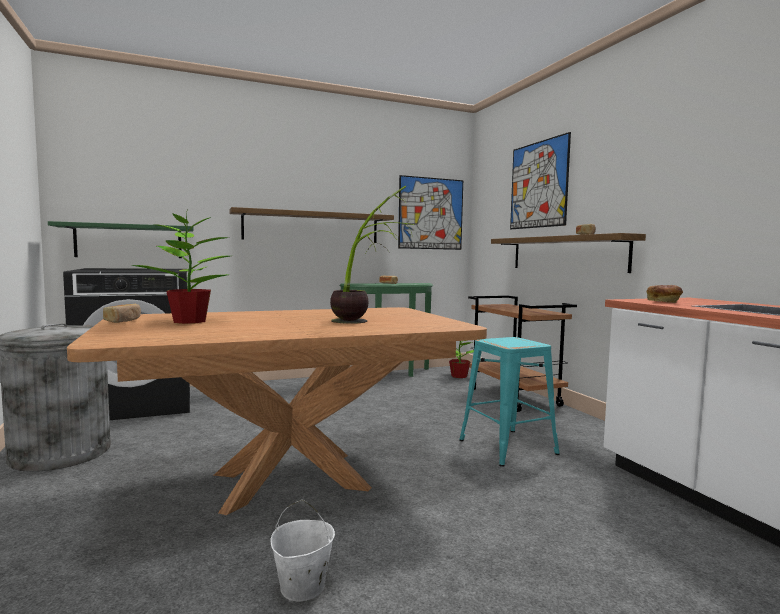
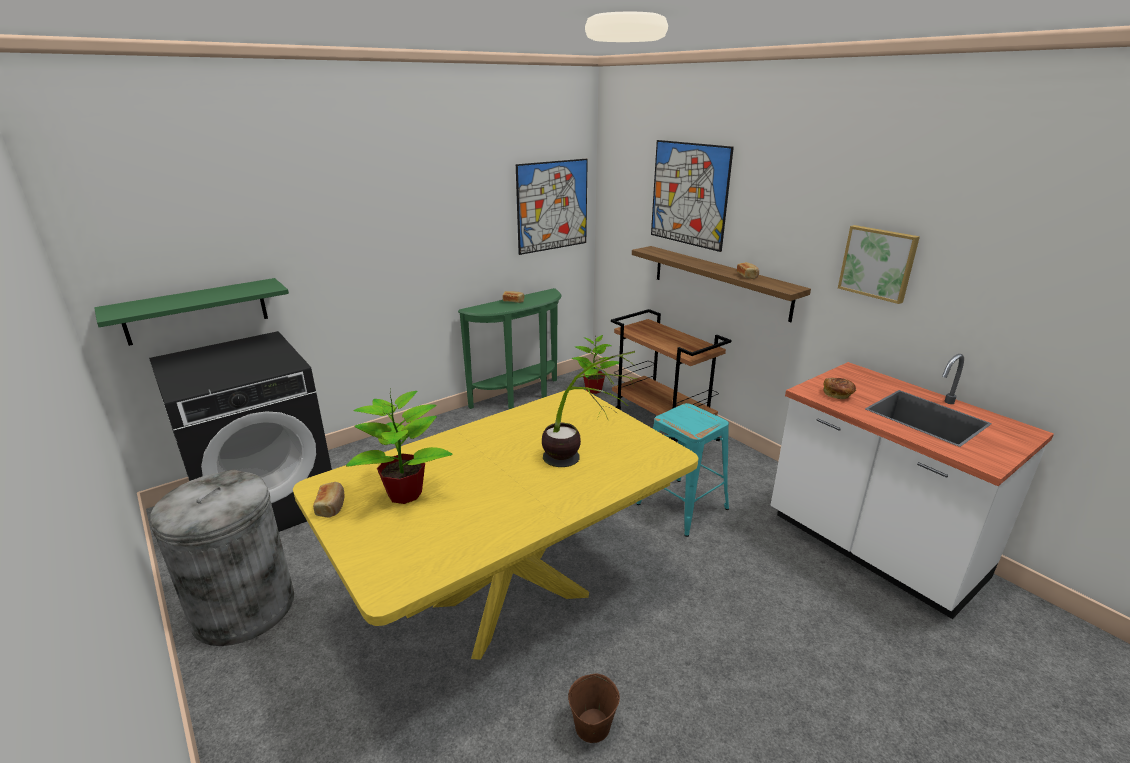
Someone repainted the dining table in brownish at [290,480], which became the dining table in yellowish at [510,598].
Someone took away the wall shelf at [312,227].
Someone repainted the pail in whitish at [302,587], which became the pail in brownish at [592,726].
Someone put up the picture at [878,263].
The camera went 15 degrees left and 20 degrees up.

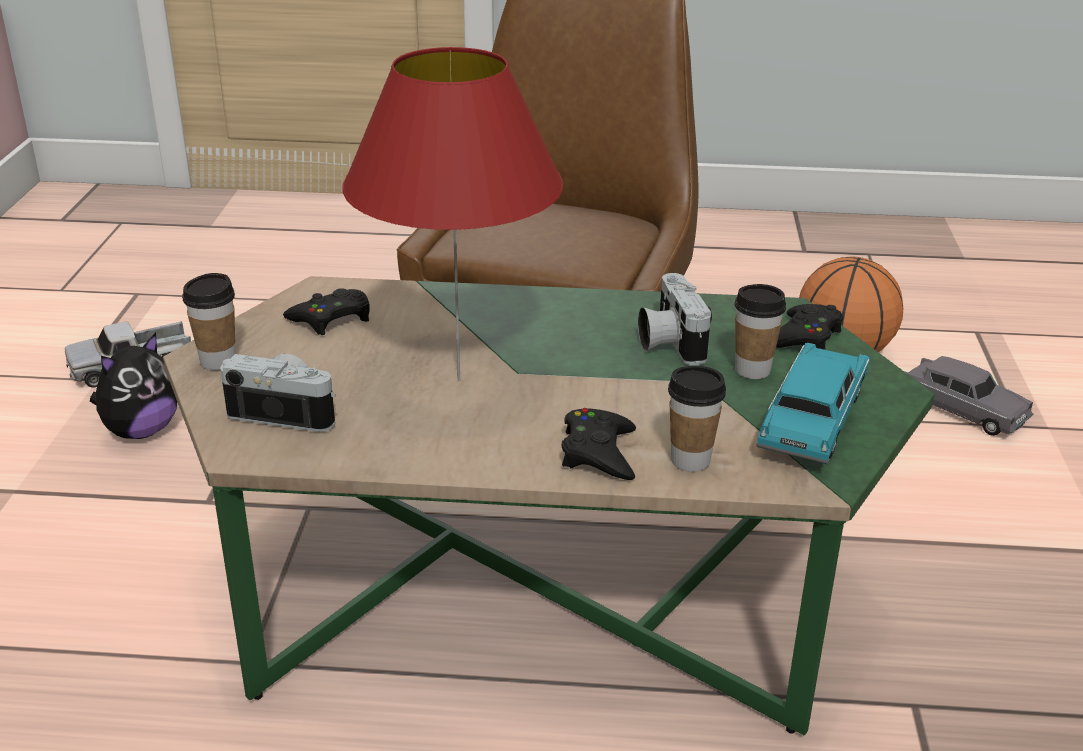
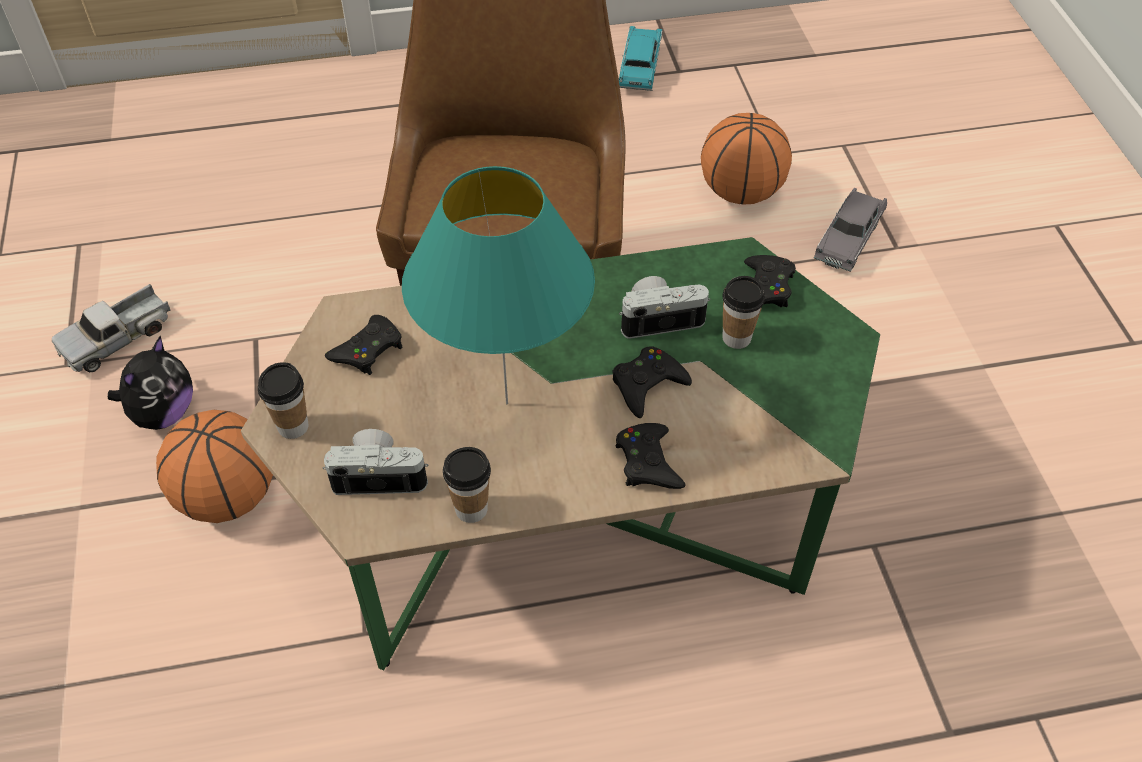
Someone repainted the table lamp in reddish at [457,380], which became the table lamp in turquoise at [506,403].
Someone rotated the still camera at [668,342] by 105 degrees clockwise.
Someone carried the cup from [690,460] to [471,509].
Someone carried the toy car in turquoise from [812,423] to [640,69].
Someone rotated the toy car in gray at [961,410] by 90 degrees clockwise.
Someone put down the basketball ball at [228,497].
Someone put down the gamepad in blackish at [647,385].
The camera went 15 degrees left and 20 degrees up.

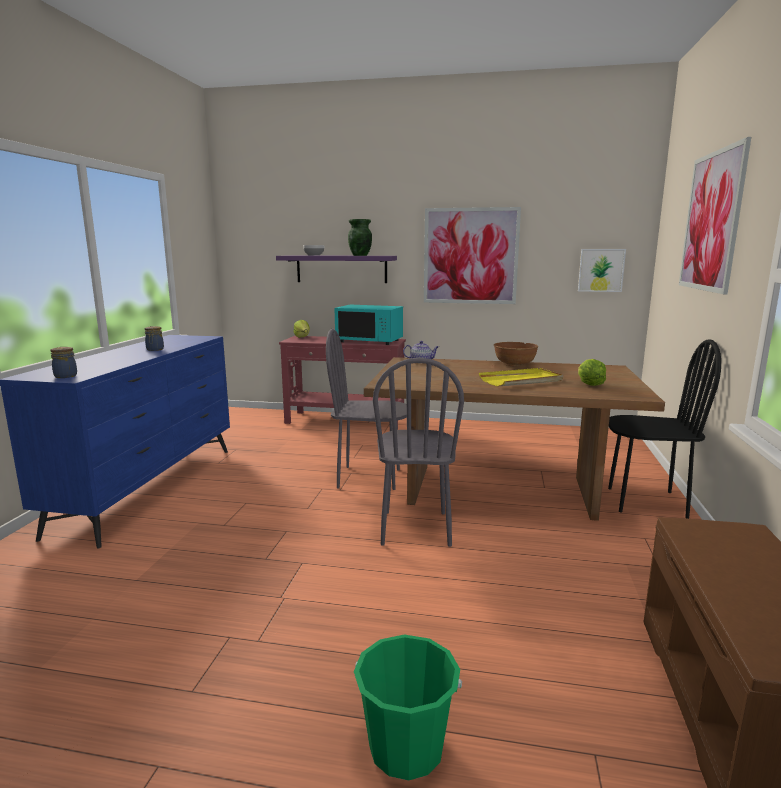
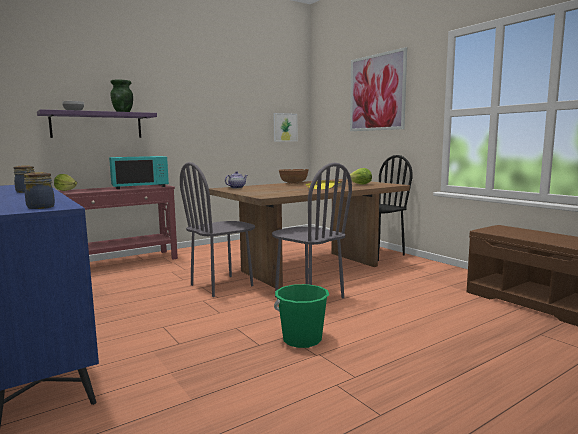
Someone carried the pail in green-coloured from [406,748] to [302,339].
Someone took away the picture at [470,256].
The camera went 45 degrees left and 5 degrees down.

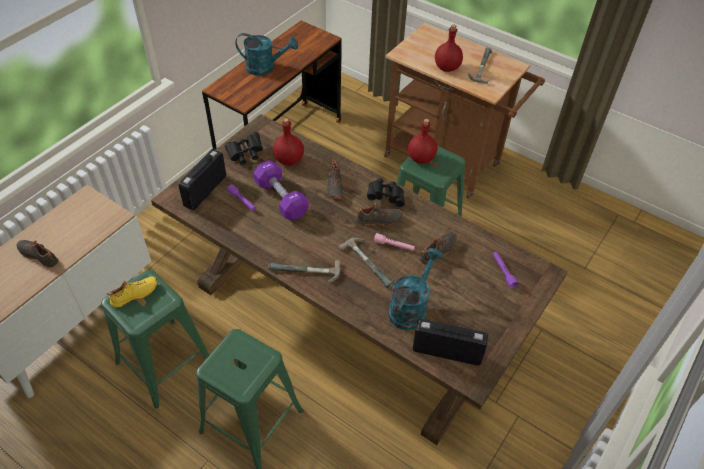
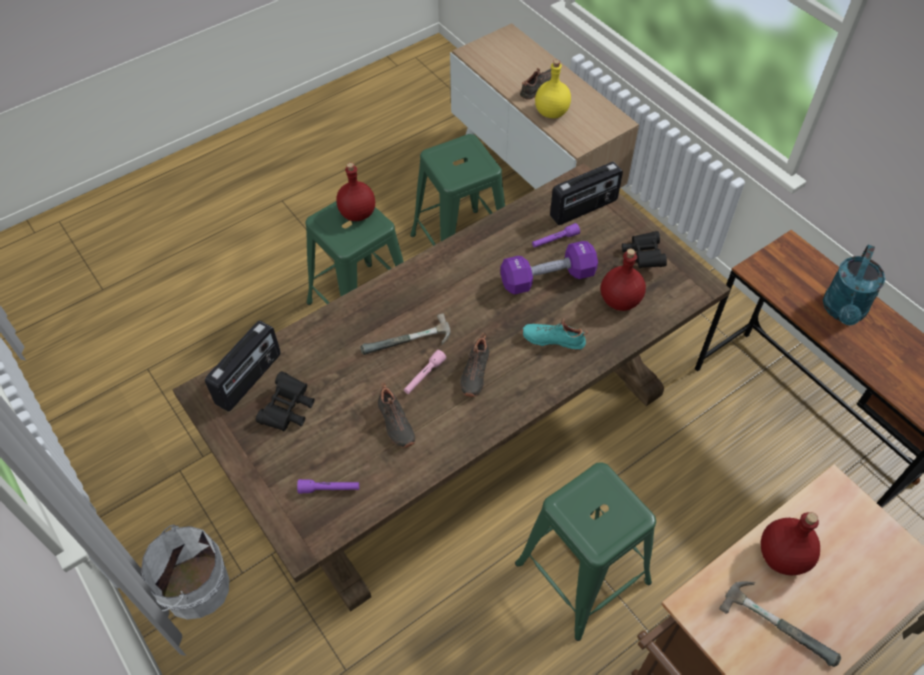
Someone took away the shoe in yellowish at [135,295].
Someone rotated the radio set at [205,191] by 105 degrees clockwise.
Someone took away the tool hammer at [304,273].
Someone repainted the shoe in blackish at [334,186], which became the shoe in turquoise at [553,339].
Someone carried the binoculars in blackish from [385,197] to [288,410].
Someone took away the watering pot in turquoise at [410,307].
Someone carried the bottle in reddish from [421,159] to [357,213].
Someone put down the pail in whitish at [193,587].
Someone put down the bottle in yellowish at [551,113].
The camera went 110 degrees right and 5 degrees up.

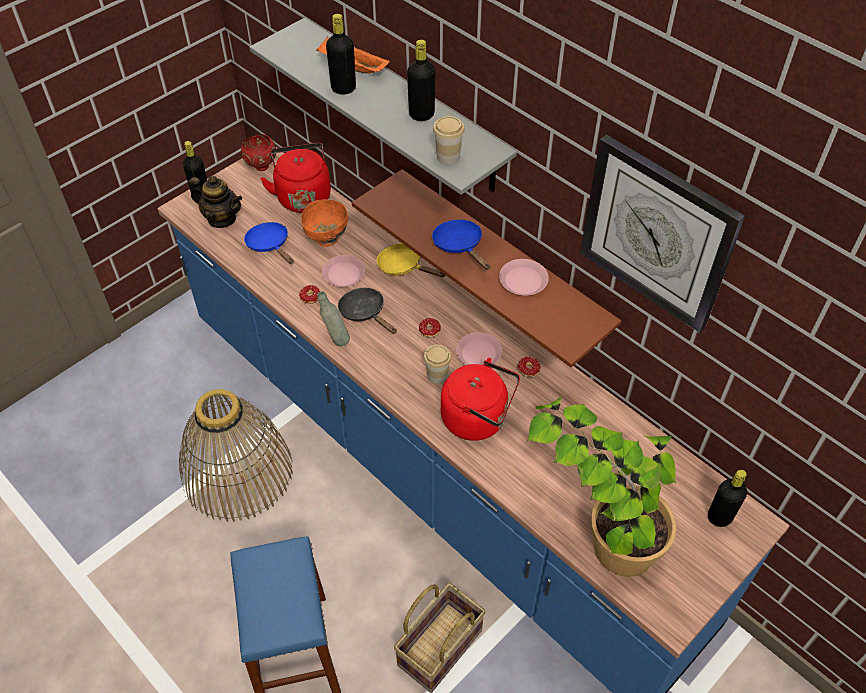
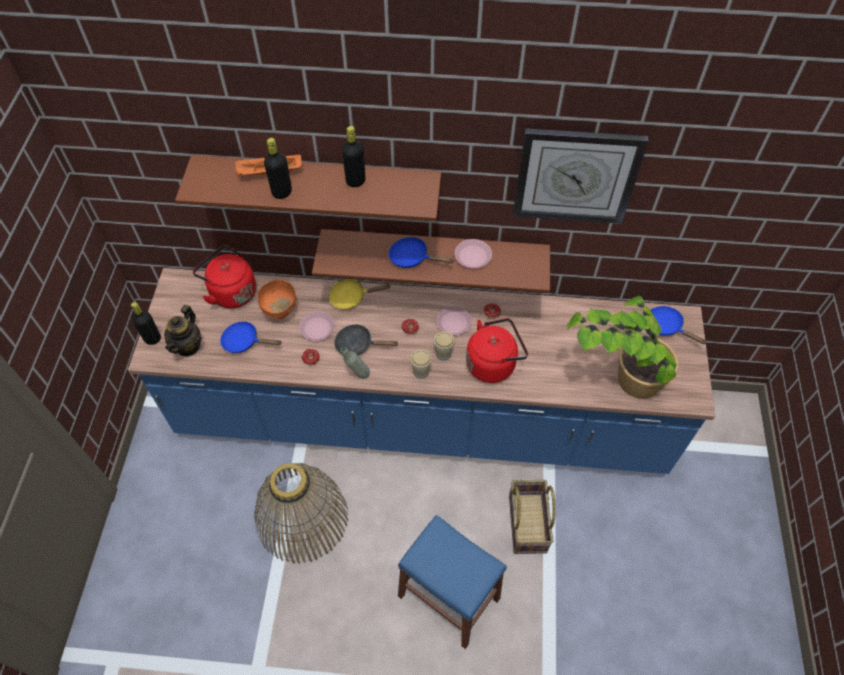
Someone rotated the teapot at [222,219] by 120 degrees clockwise.
Someone took away the deep dish in reddish at [261,167].
Someone repainted the wall shelf in gray at [404,106], which became the wall shelf in brownish at [318,181].
Someone carried the cup from [448,156] to [421,372].
Someone swapped the bottle in blackish at [719,517] for the frying pan in bluish at [666,327].
The camera went 40 degrees left and 5 degrees up.

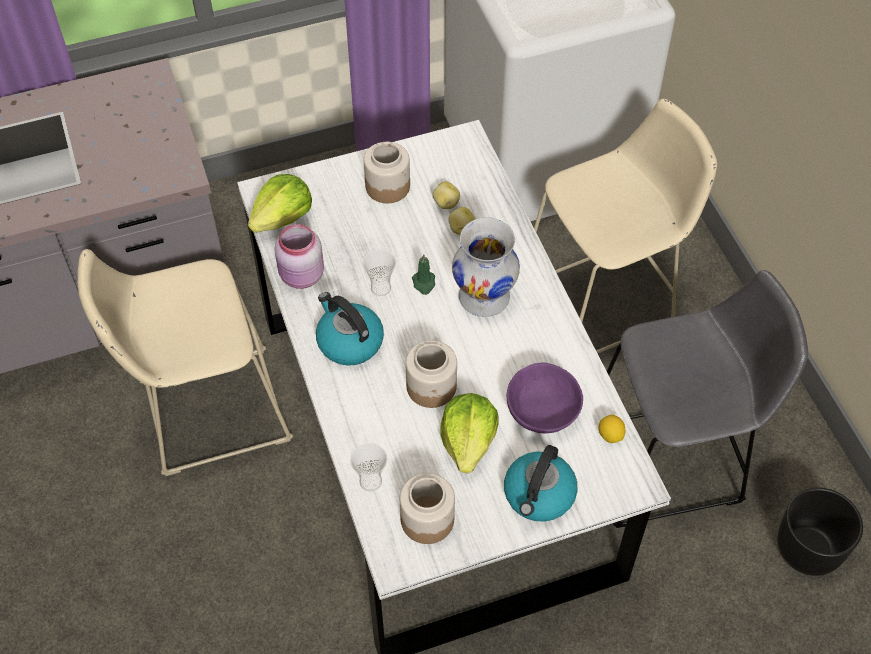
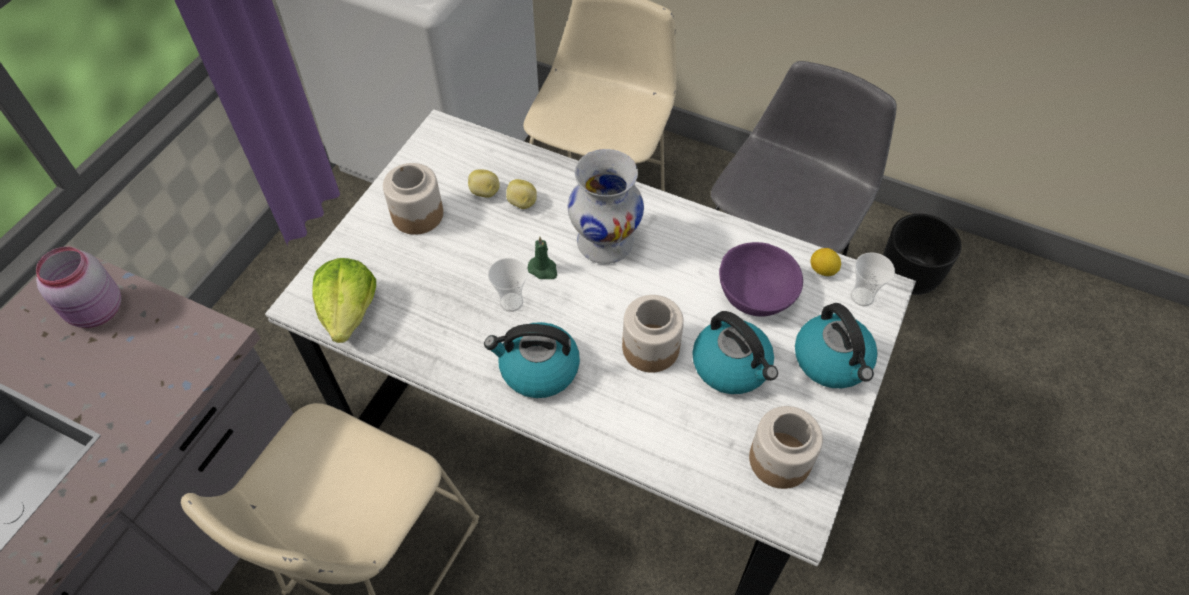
Someone carried the storage jar in pinkish from [301,276] to [97,311].
Someone carried the cup from [370,481] to [862,296].
Someone swapped the lettuce head at [468,441] for the tea kettle at [732,366].
The camera went 45 degrees left and 0 degrees up.

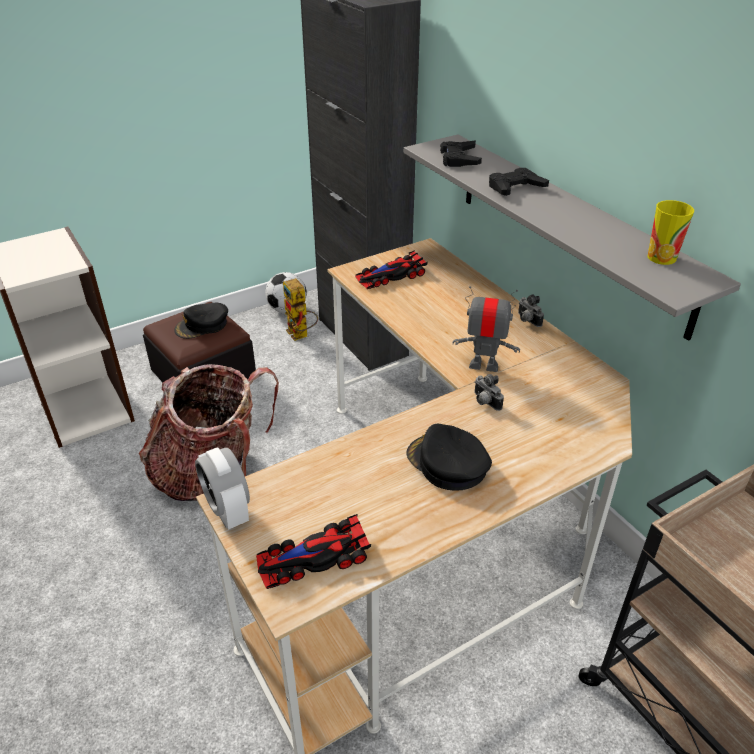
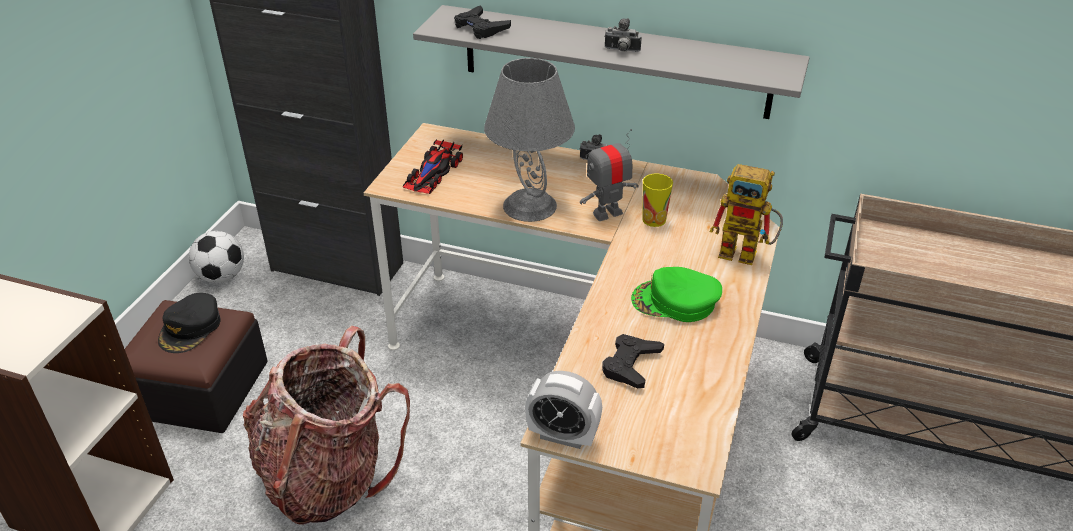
Someone took away the toy car at [313,558].
Someone carried the model robot from [301,335] to [747,253].
Someone repainted the baseball cap in blackish at [447,463], which became the baseball cap in green-coloured at [675,301].
Someone carried the still camera from [485,402] to [621,51].
Someone carried the gamepad in blackish from [515,187] to [631,365].
Someone carried the cup from [661,257] to [654,219].
Someone put down the table lamp in gray at [530,206].
The camera went 40 degrees left and 0 degrees up.

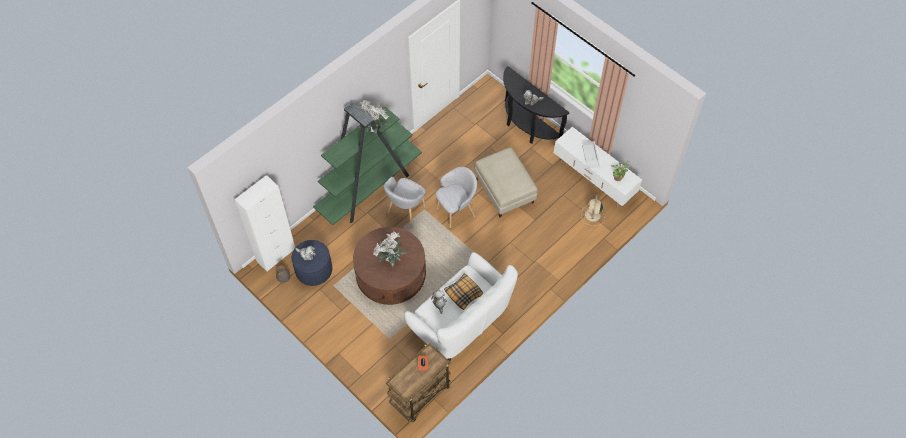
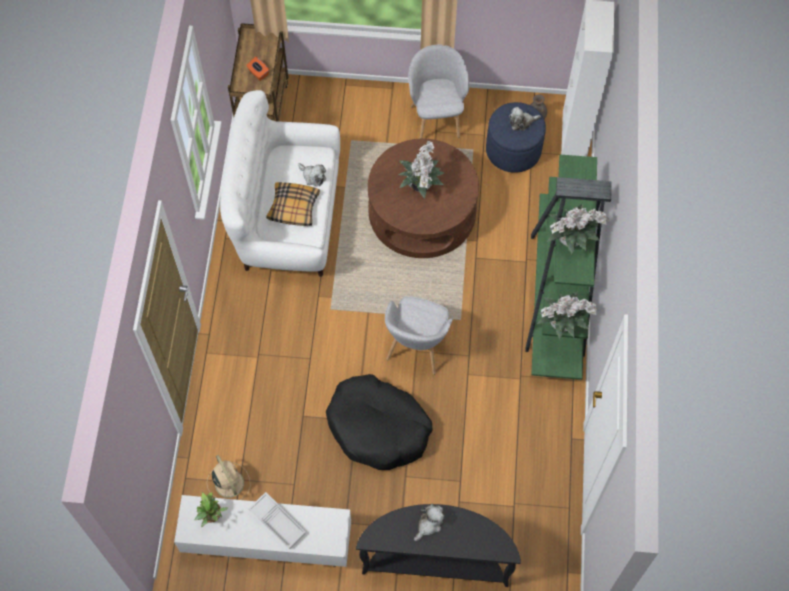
Someone carried the lounge chair in gray from [406,212] to [436,119].
Someone swapped the pouffe in beige-coloured at [505,191] for the pet bed in blackish at [378,427].
Someone put down the houseplant at [563,324].
The camera went 140 degrees right and 5 degrees up.

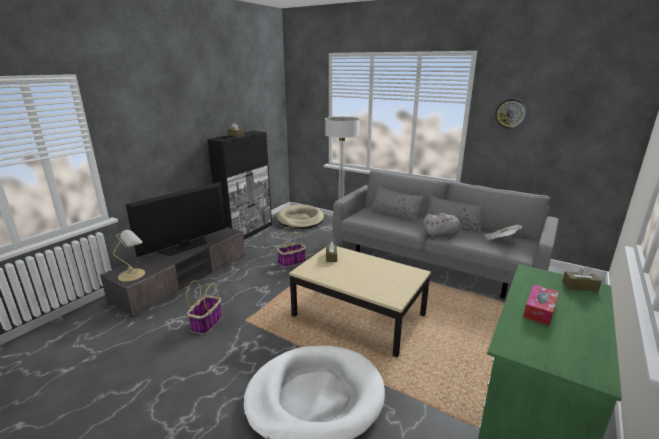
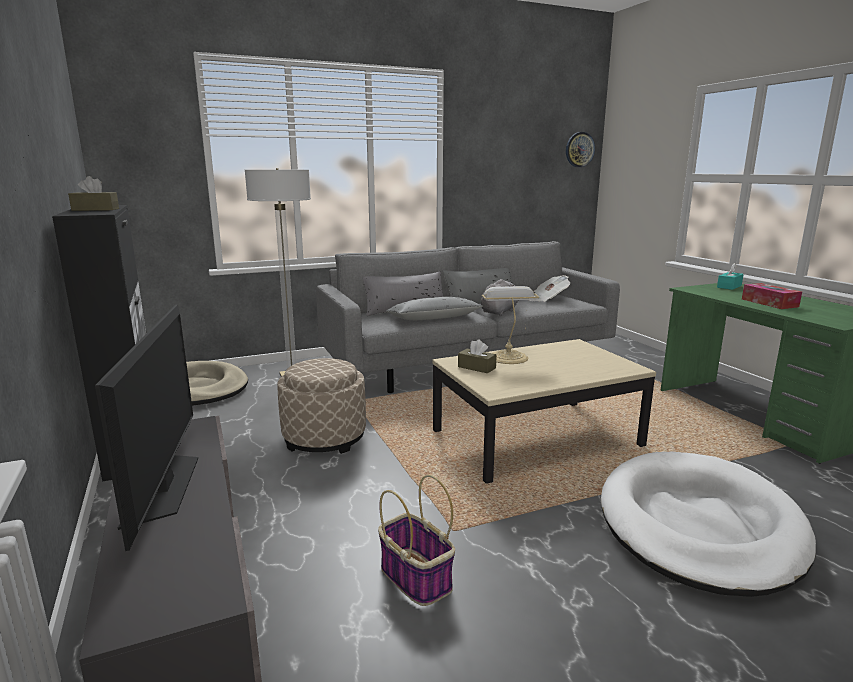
Someone carried the table lamp from [133,274] to [507,356].
Someone swapped the basket at [291,262] for the pouffe in beige-coloured at [324,438].
Someone carried the wall clock from [510,113] to [579,149].
Someone repainted the tissue box in brownish at [579,286], which became the tissue box in turquoise at [729,286].
Someone put down the cushion in gray at [433,319].
The camera went 55 degrees left and 5 degrees down.

